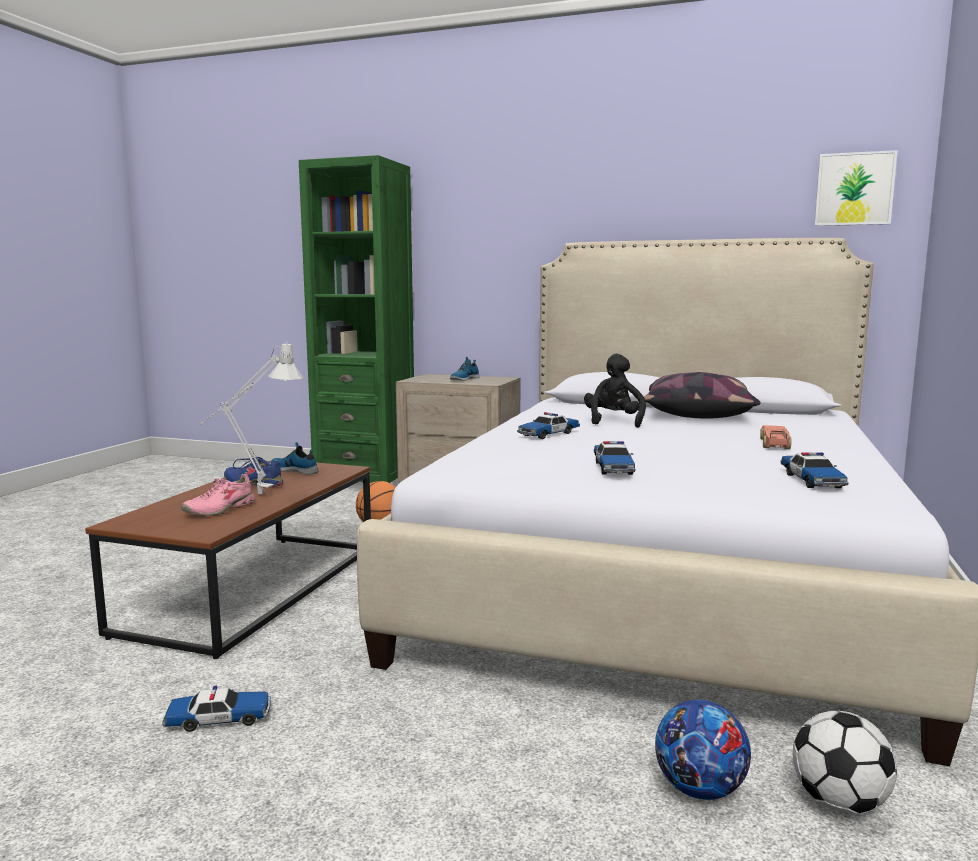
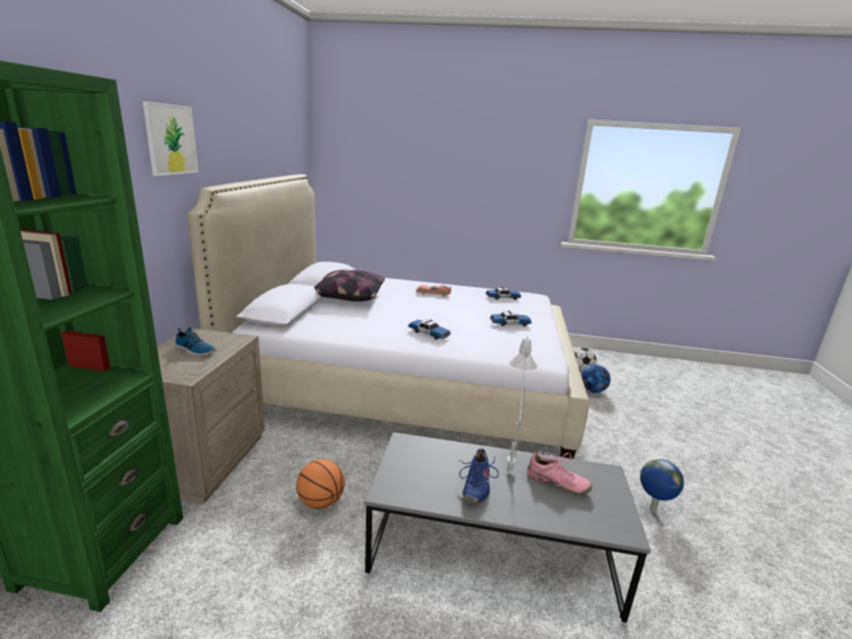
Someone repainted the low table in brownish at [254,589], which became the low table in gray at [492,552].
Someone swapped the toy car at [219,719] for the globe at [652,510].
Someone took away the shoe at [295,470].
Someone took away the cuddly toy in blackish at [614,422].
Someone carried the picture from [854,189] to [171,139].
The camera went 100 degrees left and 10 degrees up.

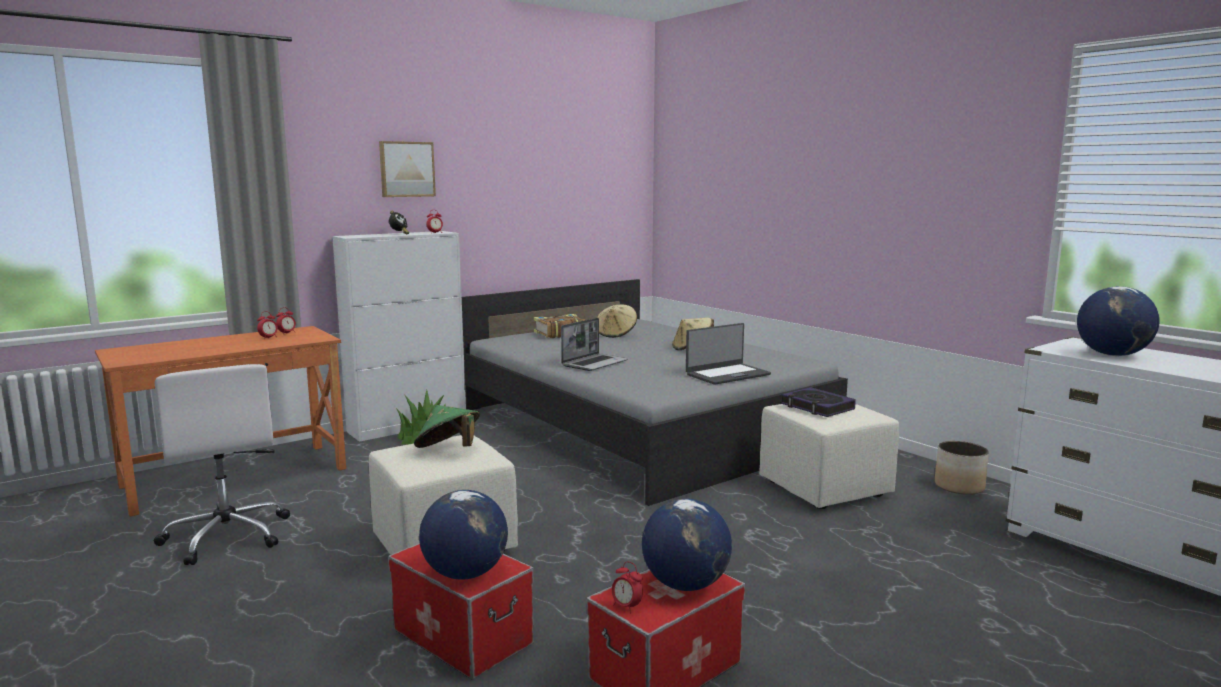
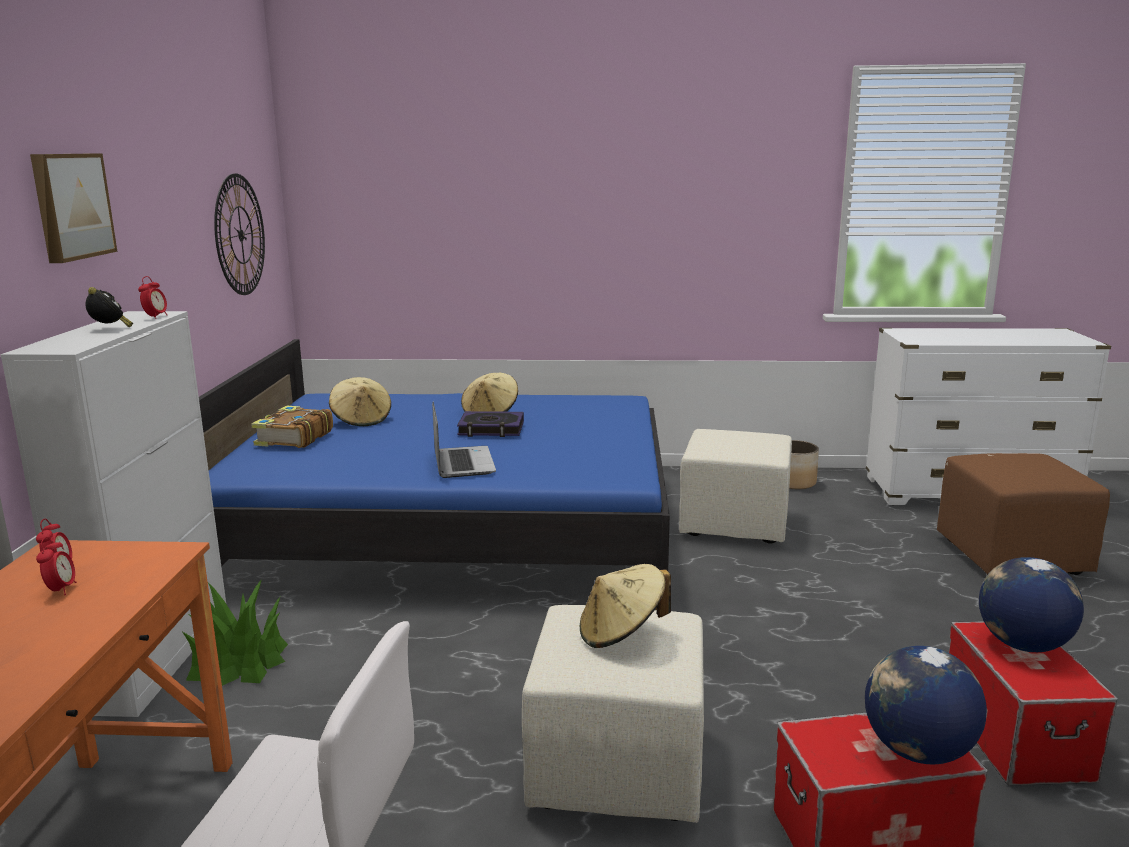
Someone repainted the hat in green-coloured at [448,450], which became the hat in beige-coloured at [622,633].
Someone repainted the bed in gray at [640,426], which became the bed in bluish at [455,528].
Someone took away the bedside clock at [626,607].
Someone took away the laptop at [727,374].
Someone carried the book from [817,407] to [491,429].
Someone took away the globe at [1112,355].
Someone put up the wall clock at [240,235].
Someone put down the pouffe in brownish at [1009,556].
The camera went 50 degrees left and 5 degrees up.

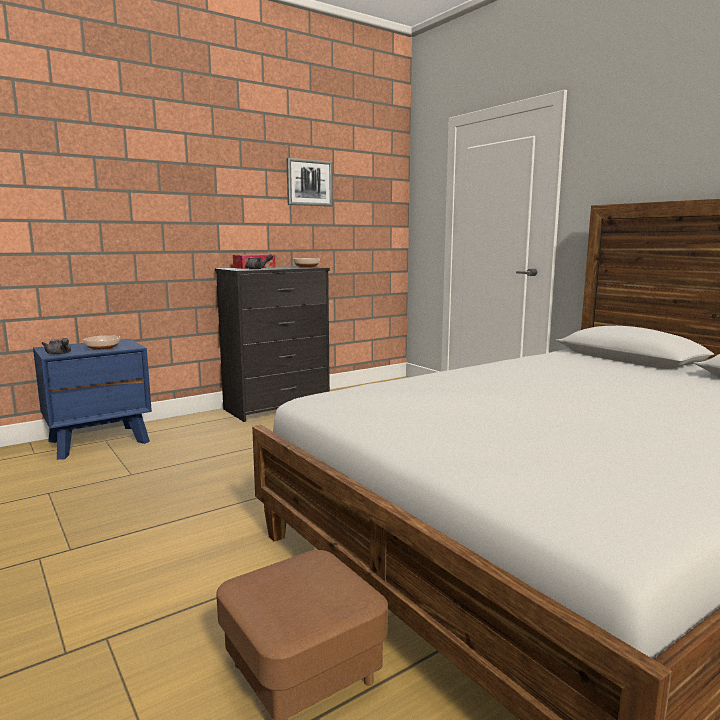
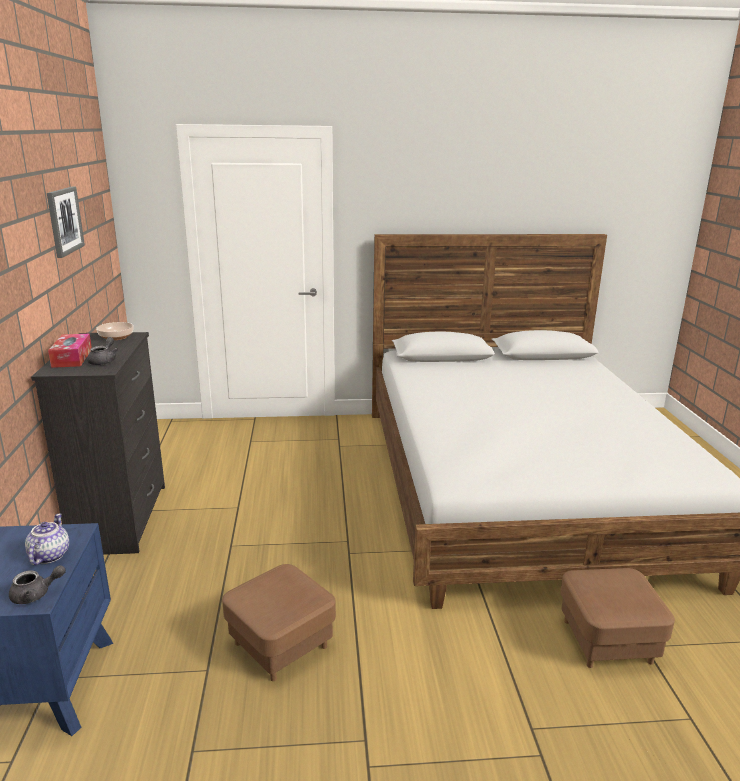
Someone swapped the deep dish at [102,348] for the teapot at [49,555].
Someone put down the pouffe in brownish at [281,644].
The camera went 60 degrees left and 10 degrees up.

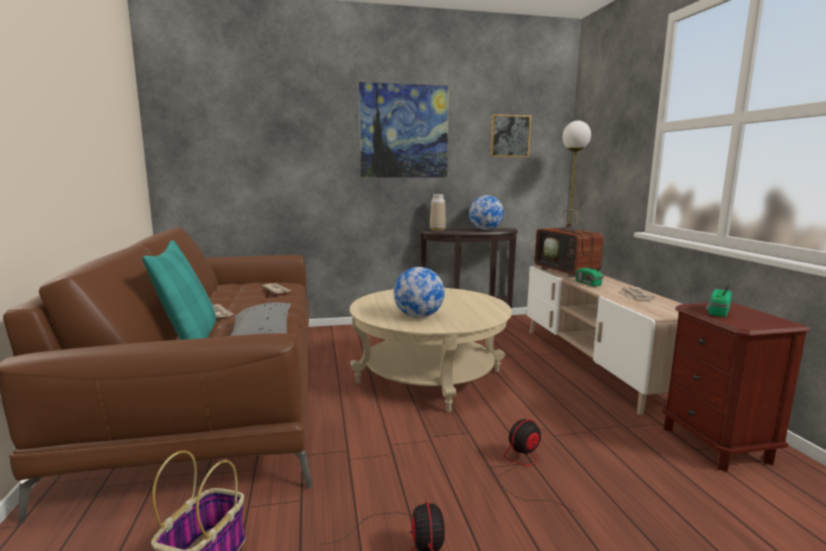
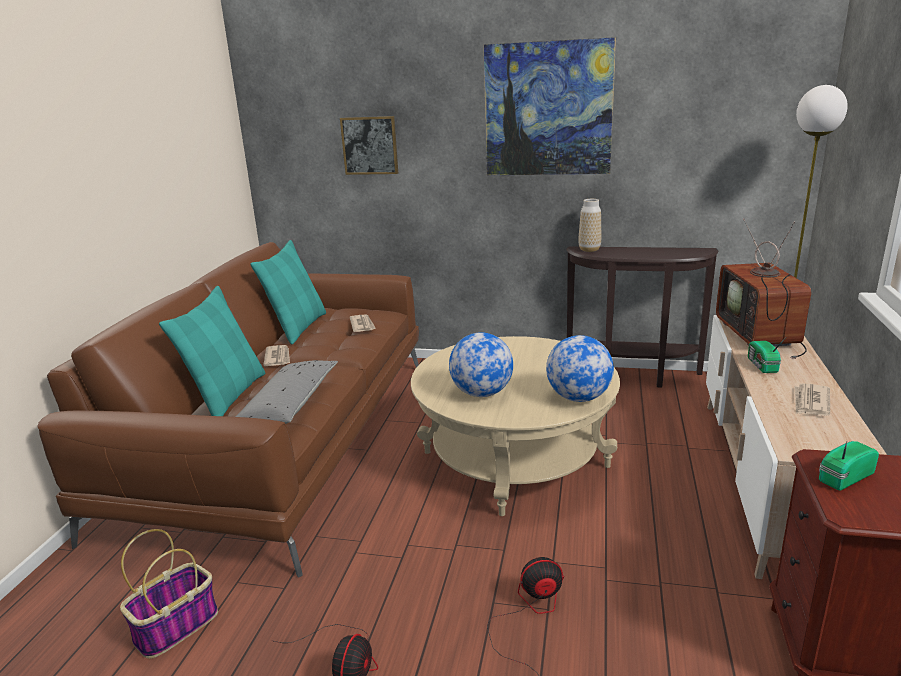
Someone carried the globe from [485,230] to [578,398].
Someone carried the picture from [510,136] to [370,145].
Someone put down the cushion in turquoise at [298,328].
The camera went 25 degrees right and 10 degrees up.

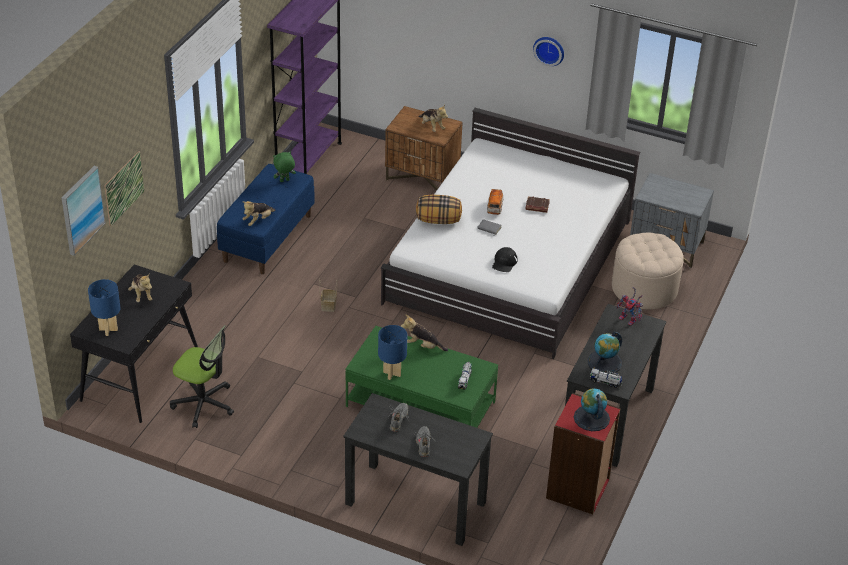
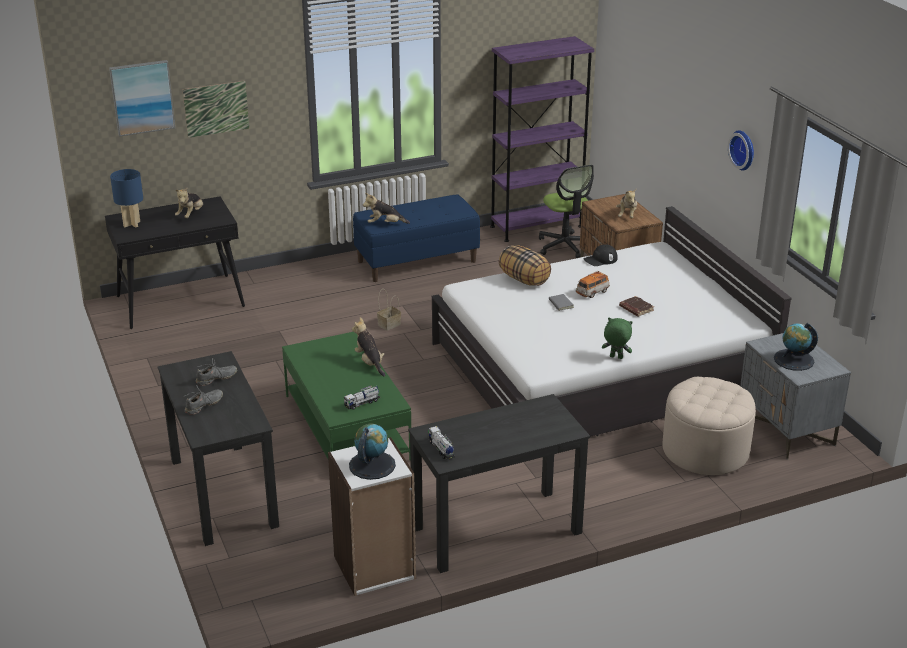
Someone carried the computer chair from [204,404] to [565,246].
Someone carried the cuddly toy in green-coloured from [284,181] to [615,357].
Someone took away the table lamp in bluish at [391,374].
Someone carried the baseball cap in blackish from [504,263] to [600,259].
Someone repainted the bookcase in reddish at [578,489], which became the bookcase in whitish at [374,568].
Someone carried the globe from [604,362] to [793,360].
Someone took away the model robot at [629,320].
The camera went 45 degrees right and 10 degrees down.

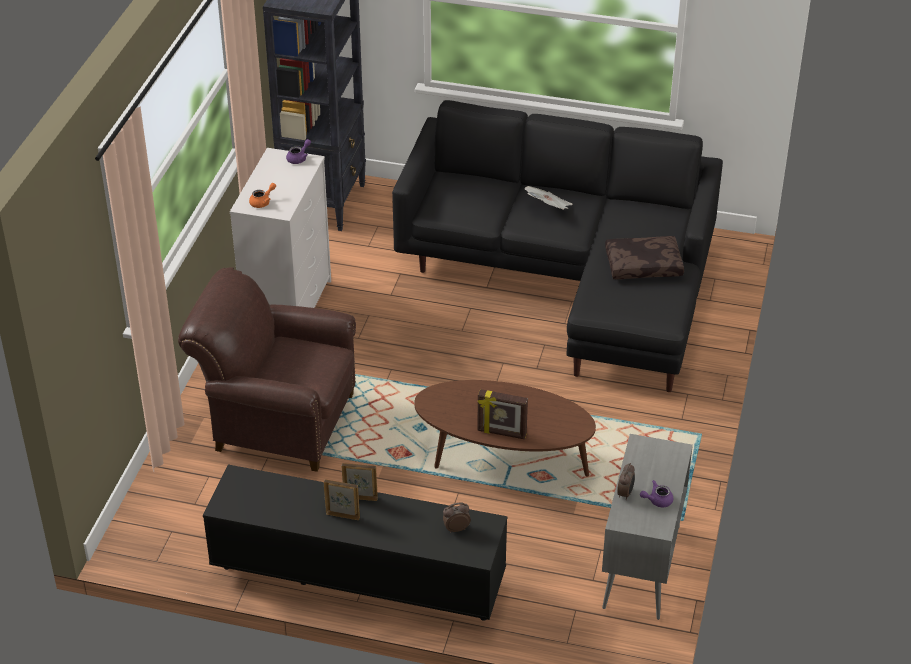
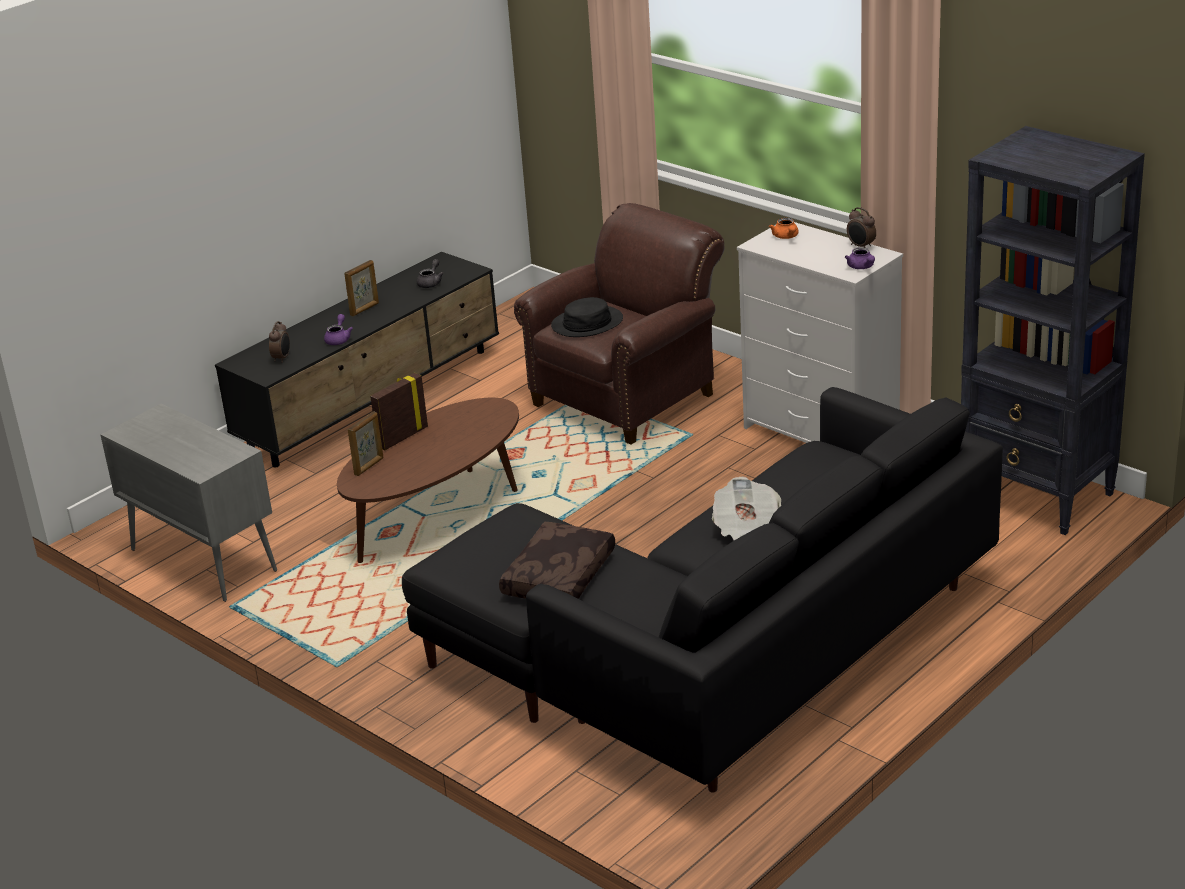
Someone carried the photo frame from [360,497] to [369,466].
Someone carried the bedside clock from [625,493] to [861,246].
Someone carried the teapot in purplish from [657,500] to [339,339].
Someone put down the teapot in gray at [431,283].
Someone put down the hat in blackish at [587,323].
The camera went 120 degrees right and 10 degrees down.

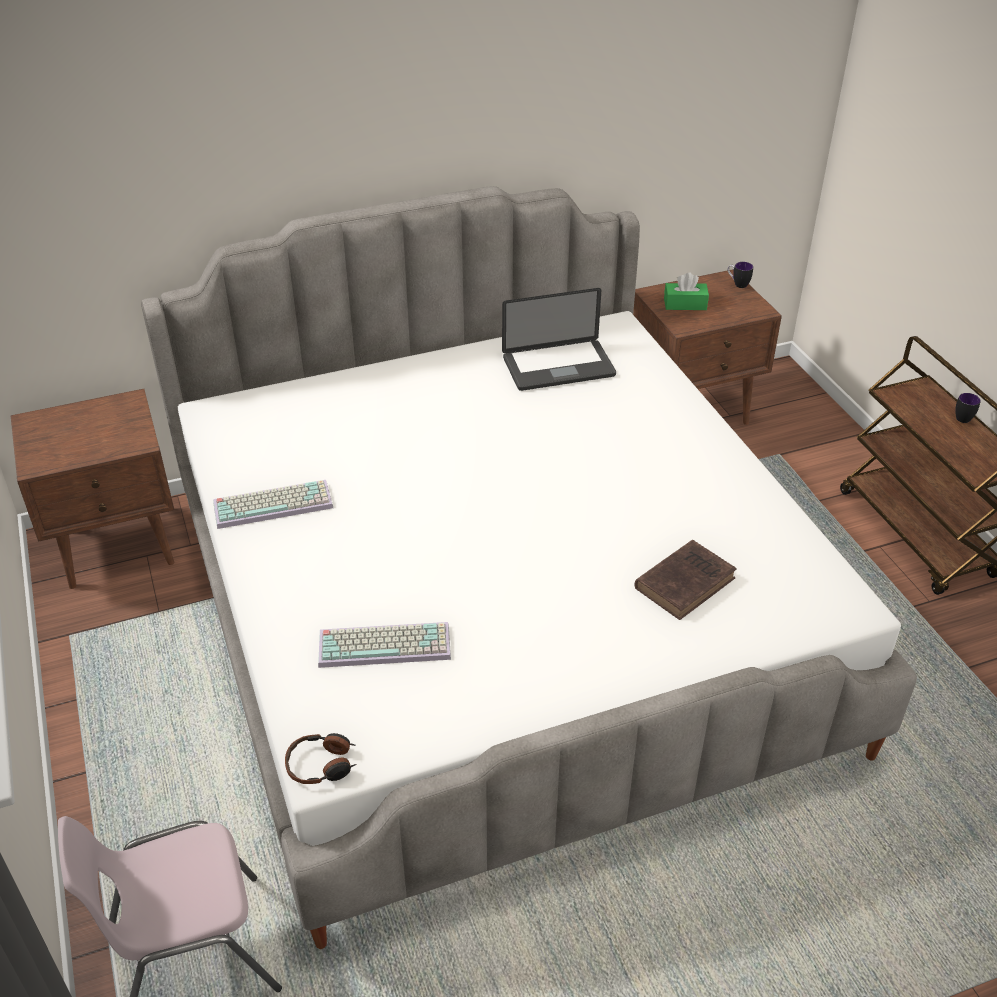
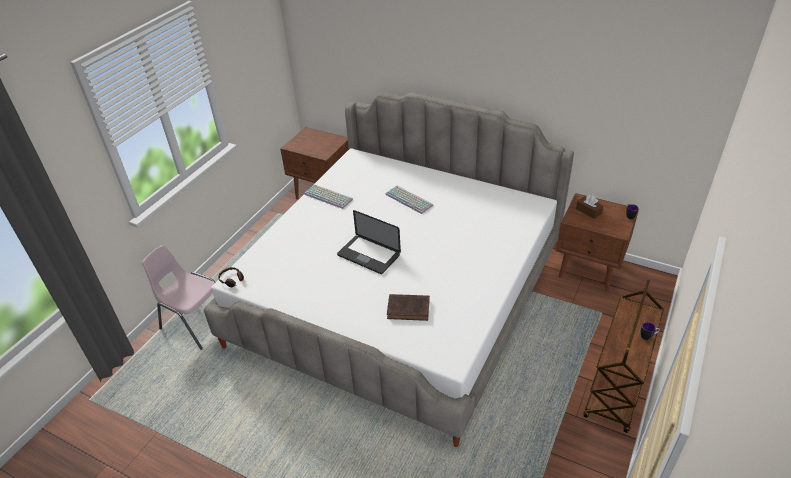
Someone carried the PC keyboard from [386,644] to [410,199].
Someone carried the laptop from [558,367] to [368,255].
Someone repainted the tissue box in green-coloured at [685,304], which became the tissue box in brownish at [588,211].
The camera went 50 degrees right and 0 degrees up.

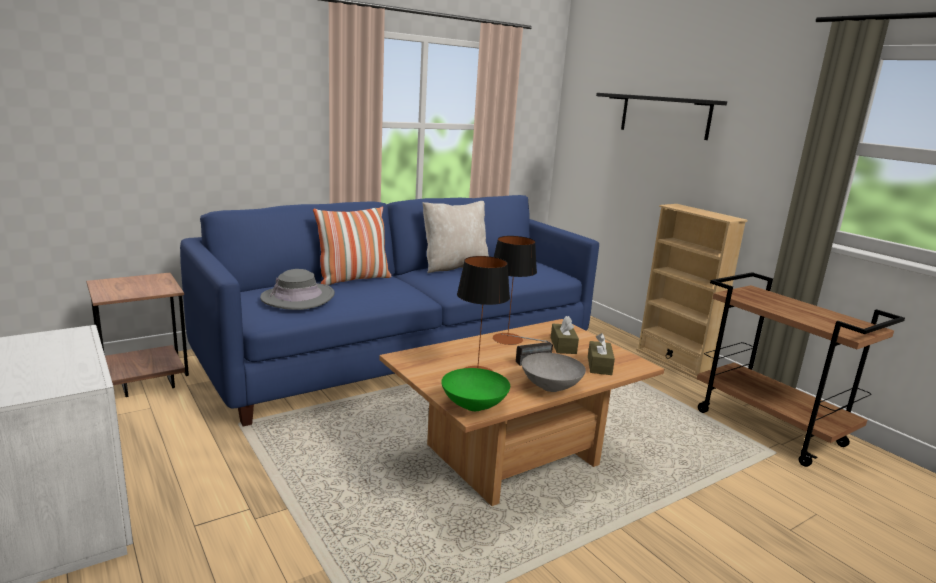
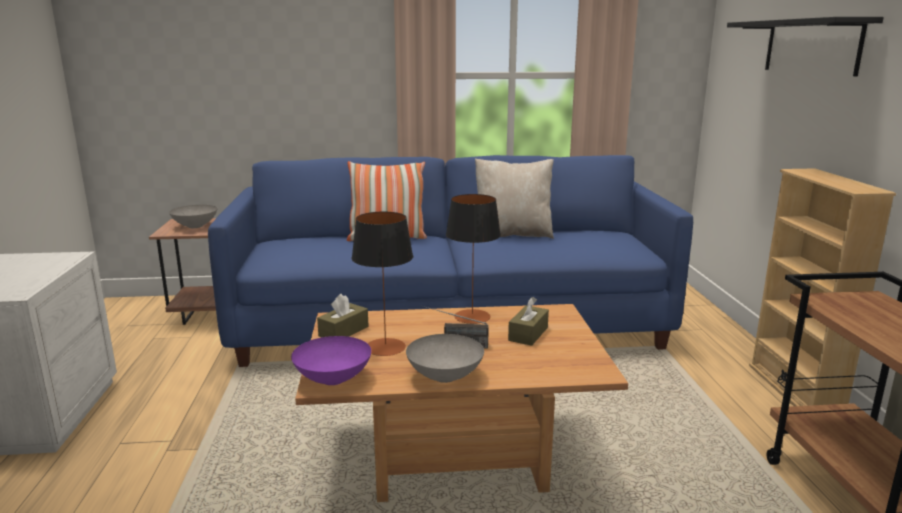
Someone took away the hat in gray at [298,298].
Someone repainted the deep dish in green-coloured at [475,405], which became the deep dish in purplish at [334,379].
Someone carried the tissue box in brownish from [599,365] to [343,331].
Someone put down the deep dish in gray at [196,226].
The camera went 30 degrees right and 0 degrees up.

